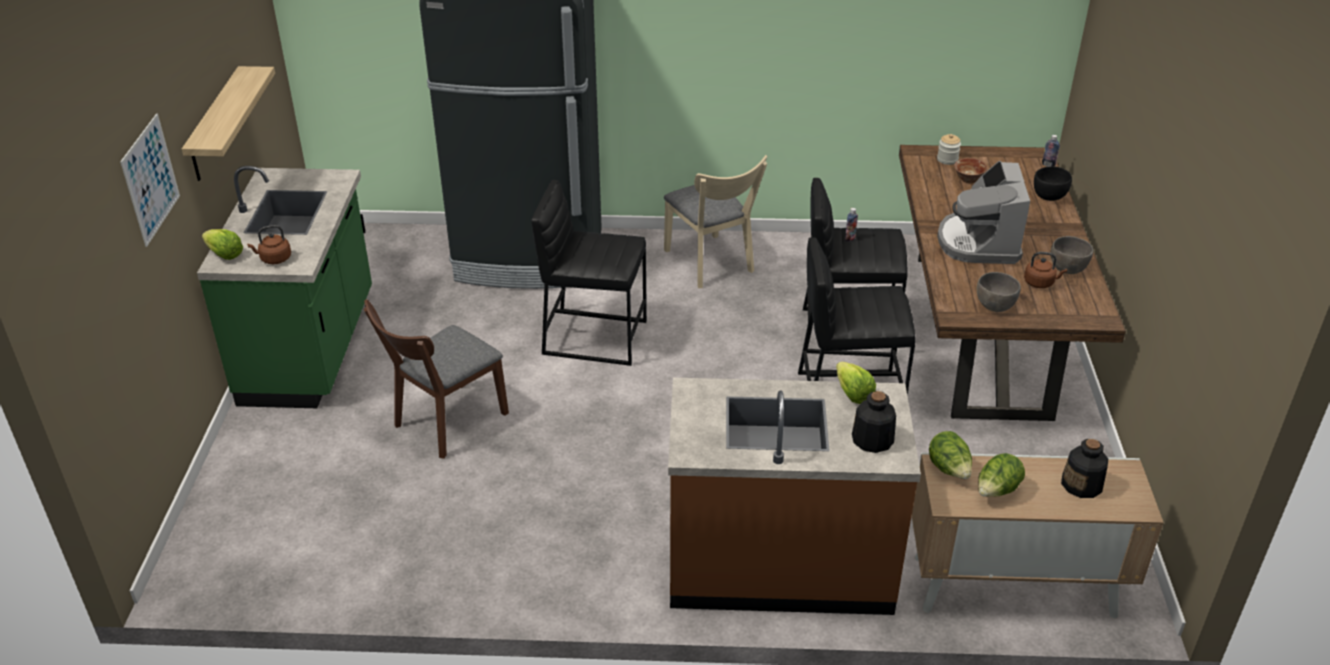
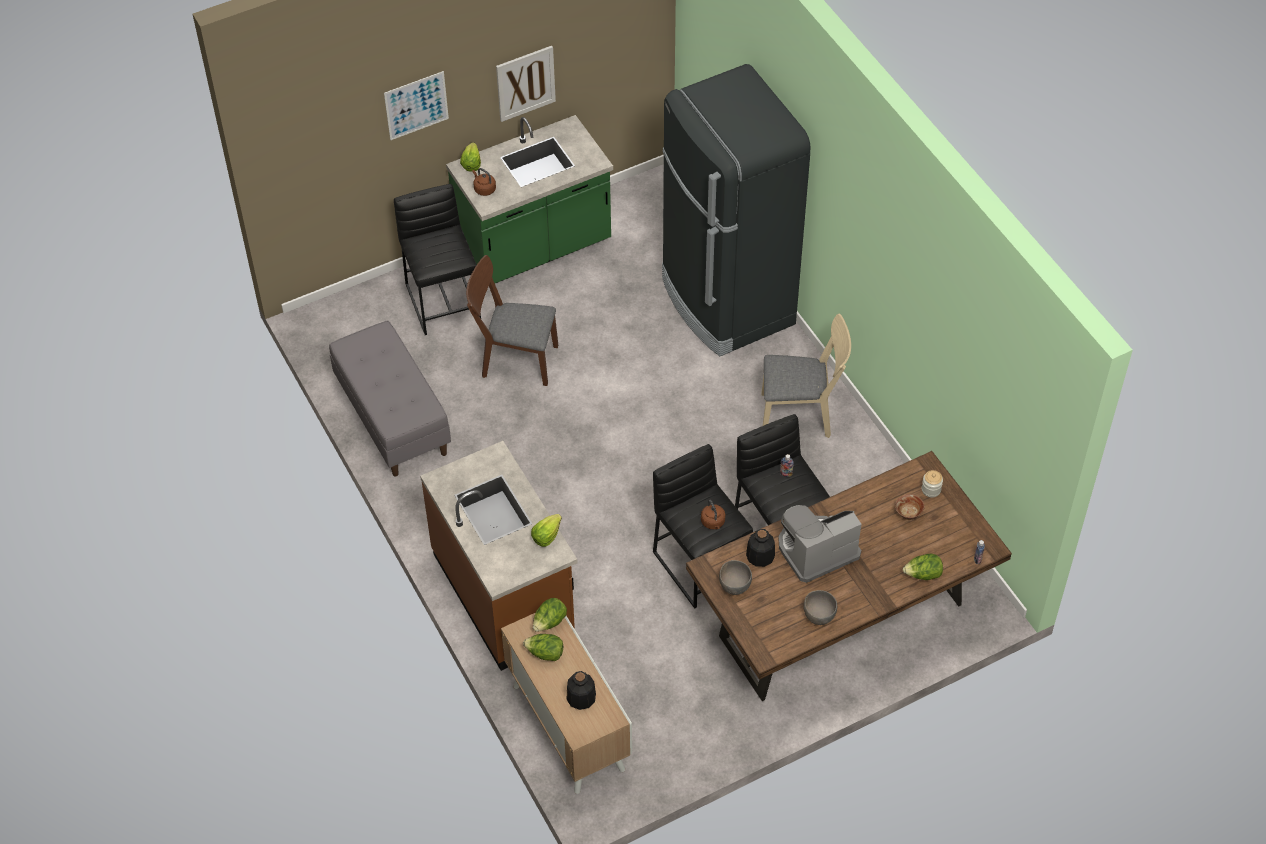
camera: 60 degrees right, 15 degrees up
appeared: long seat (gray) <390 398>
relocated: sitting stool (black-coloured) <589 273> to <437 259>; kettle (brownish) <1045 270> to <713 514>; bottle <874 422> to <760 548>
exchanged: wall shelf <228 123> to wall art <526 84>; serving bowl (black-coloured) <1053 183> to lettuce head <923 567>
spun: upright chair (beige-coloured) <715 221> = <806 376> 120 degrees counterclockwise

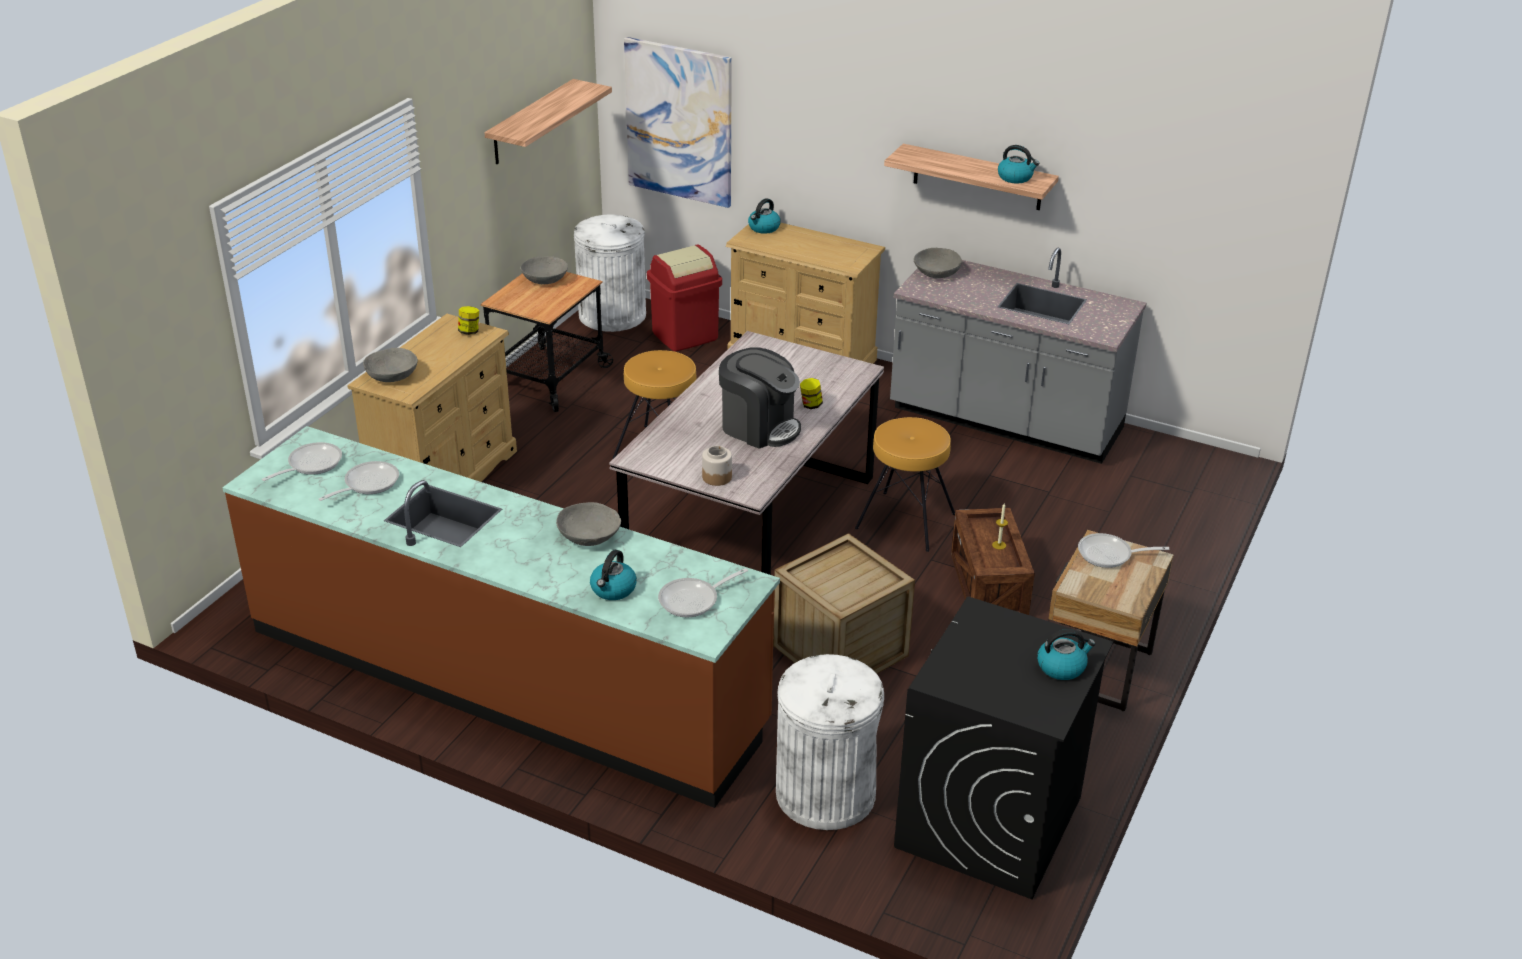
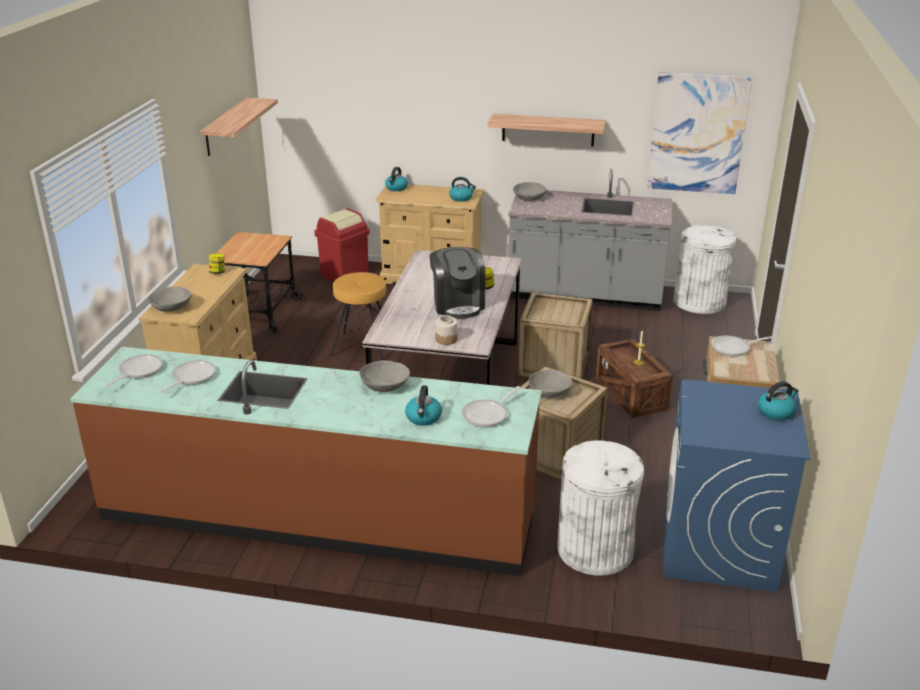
camera: 15 degrees left, 5 degrees down
relocated: wall art <678 122> to <699 133>; kettle <1018 164> to <462 189>; rubbish bin (whitish) <610 273> to <705 269>; serving bowl (gray) <544 270> to <550 384>
exchanged: sitting stool (brownish) <905 484> to crate <555 335>
colour: laundry machine (black-coloured) <1003 748> to laundry machine (bluish) <737 485>
spun: coffee machine <760 398> = <457 283> 60 degrees clockwise

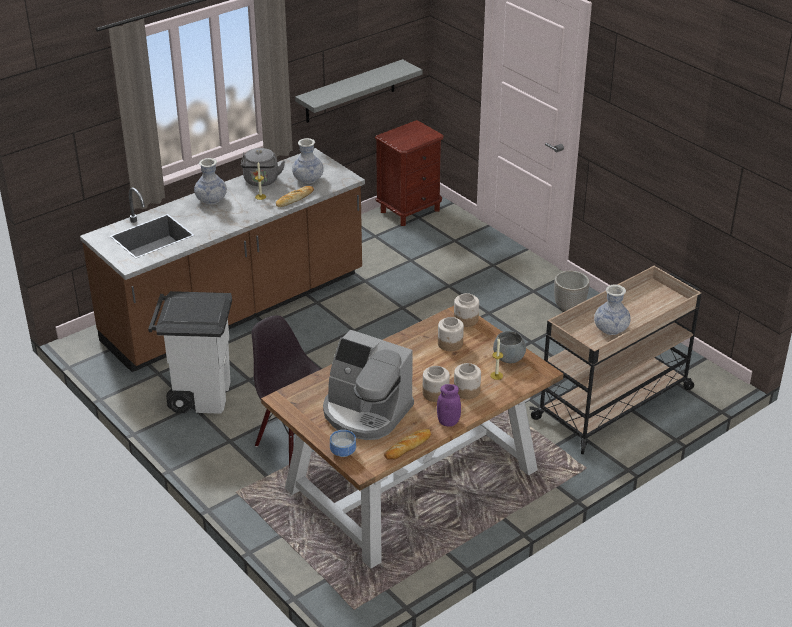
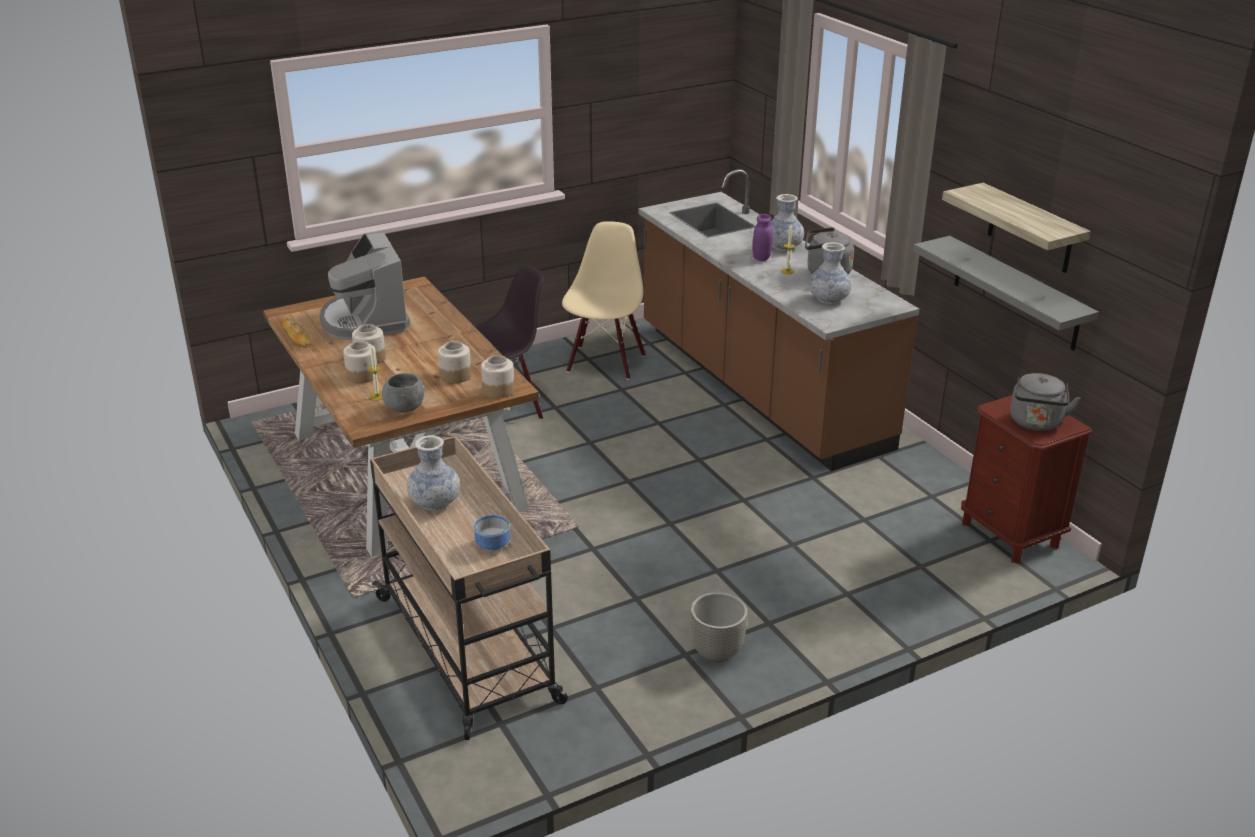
camera: 100 degrees right, 5 degrees down
missing: bread <295 196>
appeared: wall shelf <1016 228>; kettle (gray) <1045 402>
relocated: storage jar (purplish) <449 405> to <762 237>; serving bowl <343 443> to <492 533>
exchanged: rubbish bin (whitish) <190 352> to upright chair (beige-coloured) <604 300>
spun: coffee machine <368 385> = <365 286> 60 degrees counterclockwise

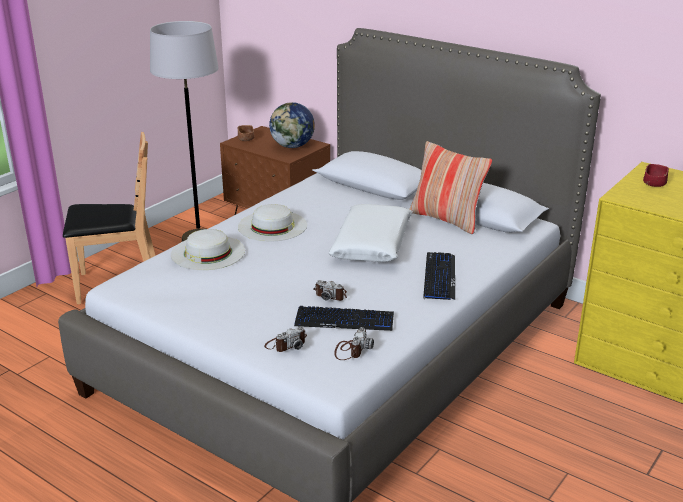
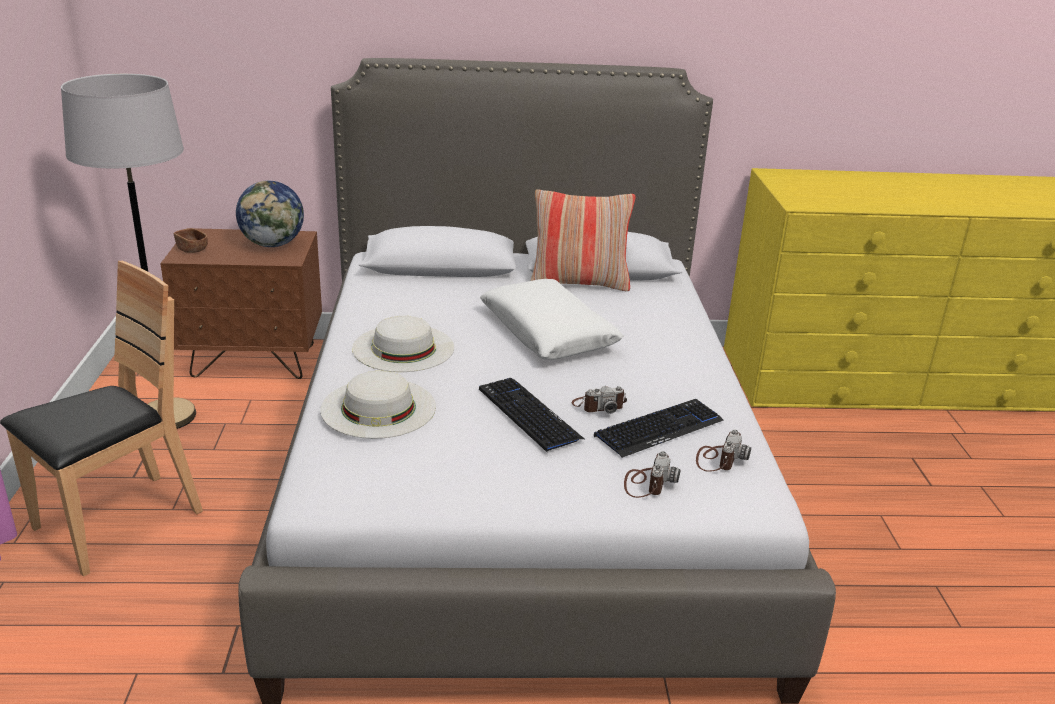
camera: 40 degrees left, 0 degrees up
missing: serving bowl (reddish) <656 175>
relocated: keyboard <439 276> to <531 415>
spun: photo camera <354 343> = <723 450> 45 degrees clockwise

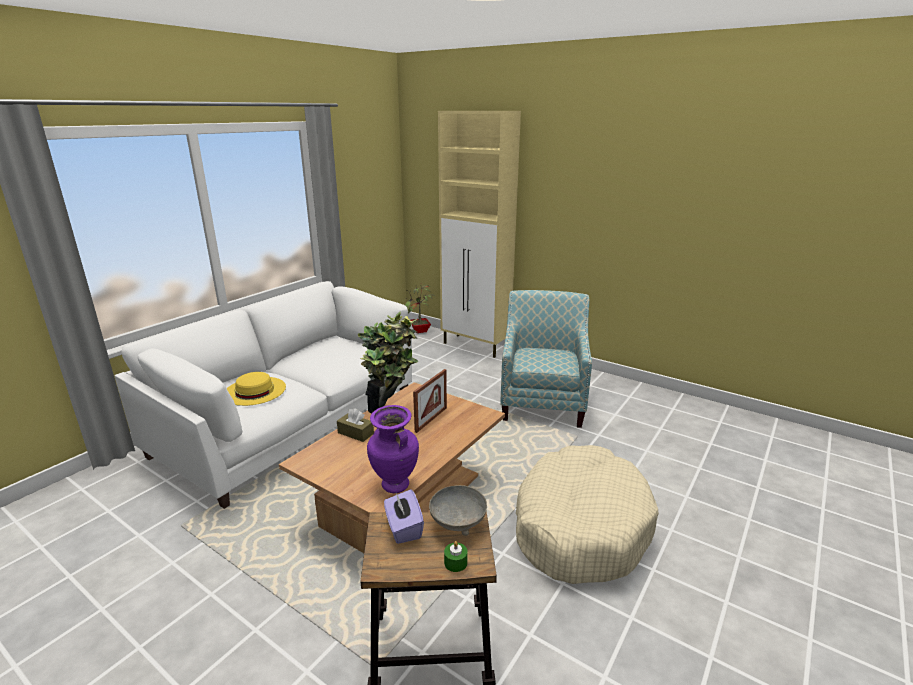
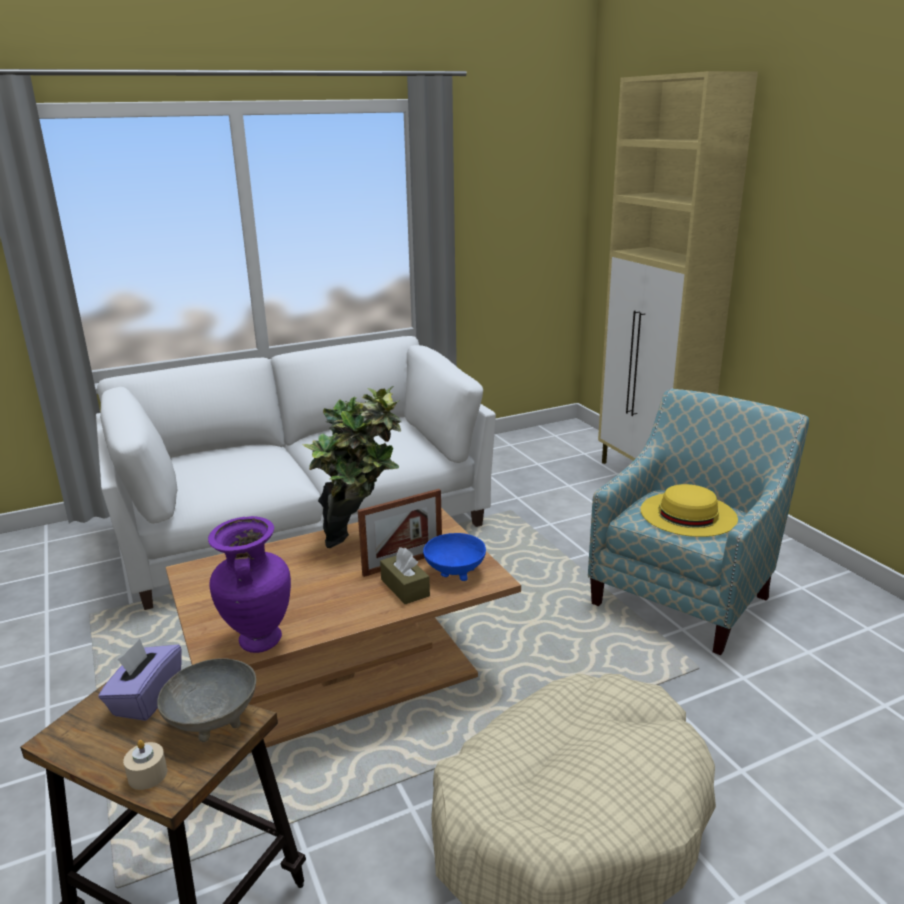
camera: 30 degrees right, 0 degrees up
missing: plant in a pot <420 309>
appeared: serving bowl (bluish) <454 557>
relocated: hat (yellow-coloured) <256 389> to <689 510>; box of tissues (brownish) <355 425> to <405 576>
colour: candle (green) <456 556> to candle (beige-coloured) <145 765>

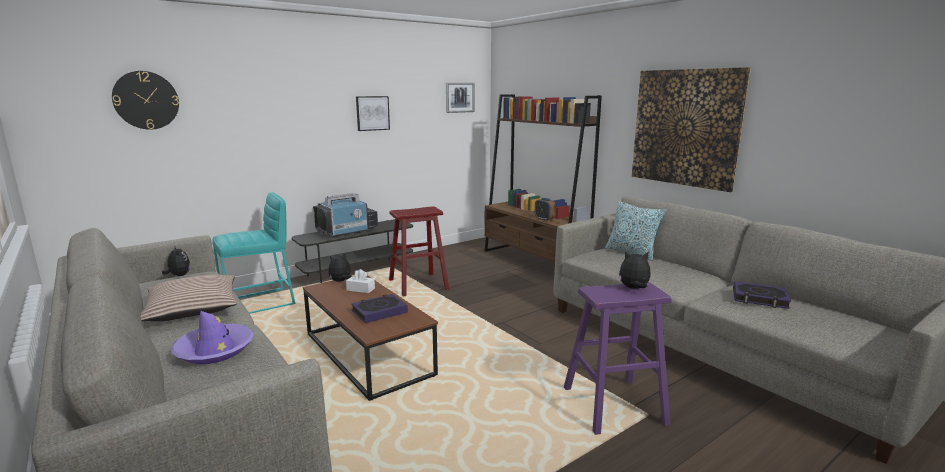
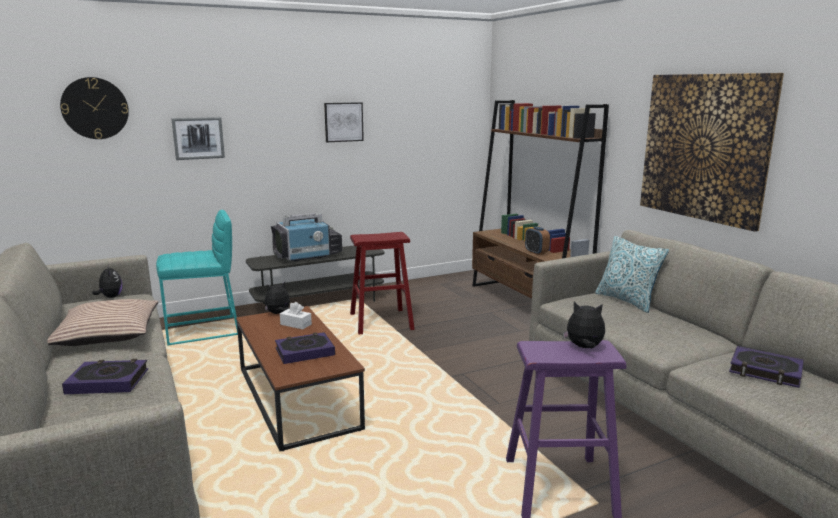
camera: 10 degrees right, 0 degrees up
relocated: wall art <460 97> to <198 138>
exchanged: hat (purplish) <212 337> to bound book <105 376>

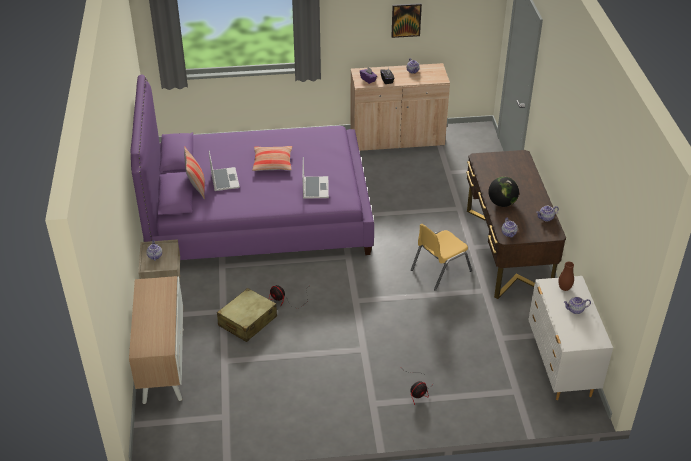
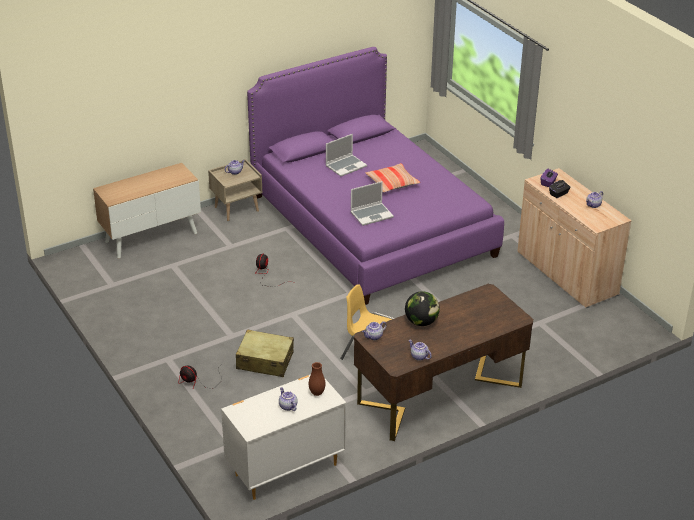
camera: 65 degrees right, 5 degrees down
missing: wall art <406 20>; throw pillow <194 172>
relocated: travel case (beige-coloured) <247 315> to <265 353>

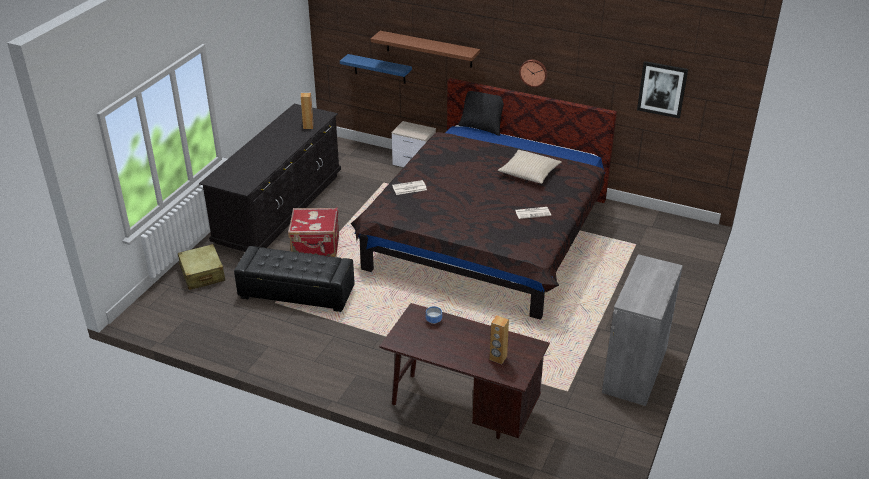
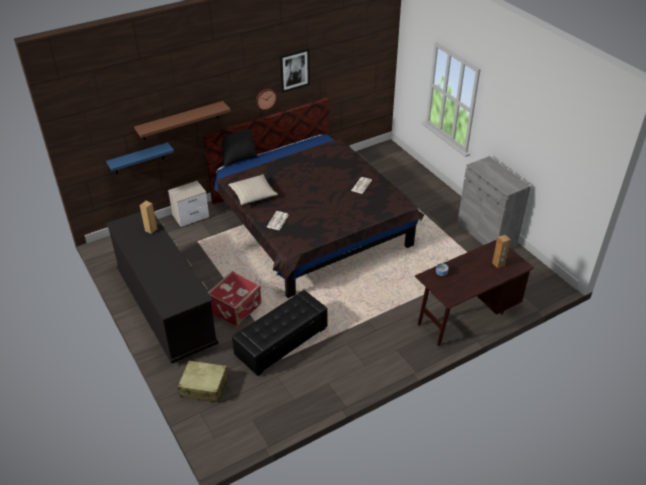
camera: 55 degrees left, 5 degrees up
relocated: wall art <662 90> to <294 70>; throw pillow (beige-coloured) <530 167> to <253 189>

